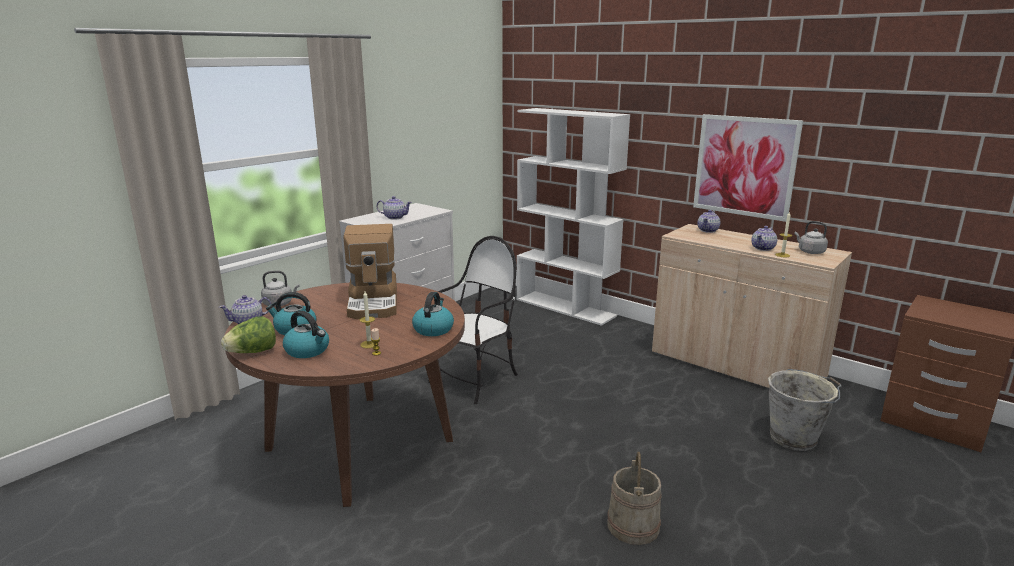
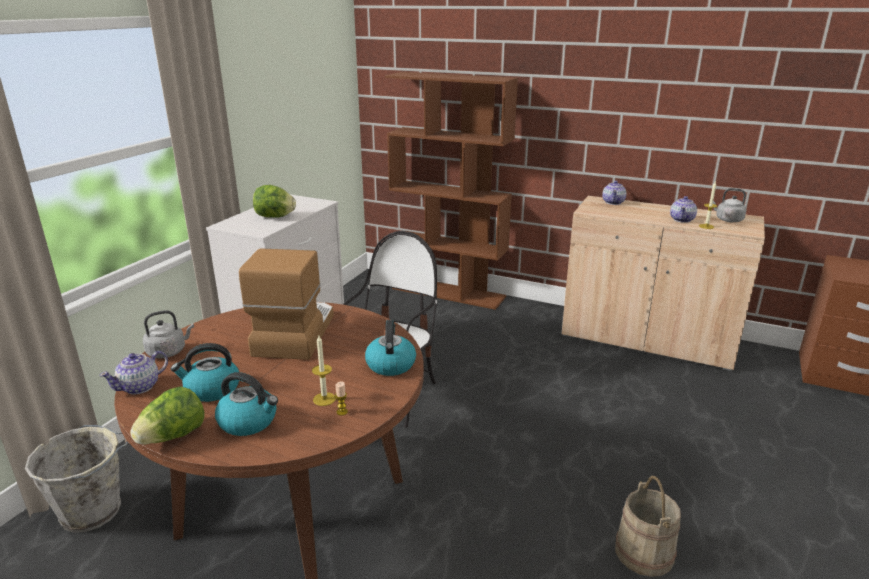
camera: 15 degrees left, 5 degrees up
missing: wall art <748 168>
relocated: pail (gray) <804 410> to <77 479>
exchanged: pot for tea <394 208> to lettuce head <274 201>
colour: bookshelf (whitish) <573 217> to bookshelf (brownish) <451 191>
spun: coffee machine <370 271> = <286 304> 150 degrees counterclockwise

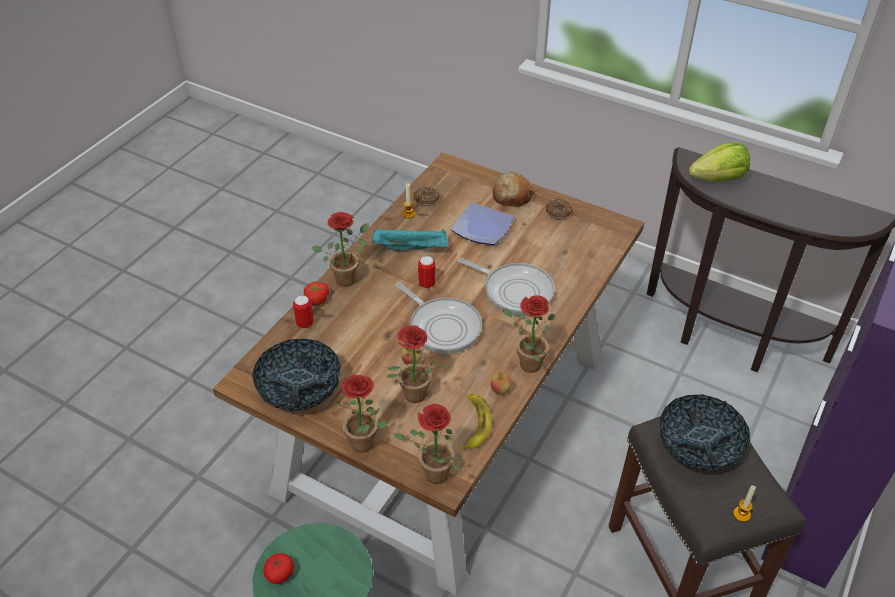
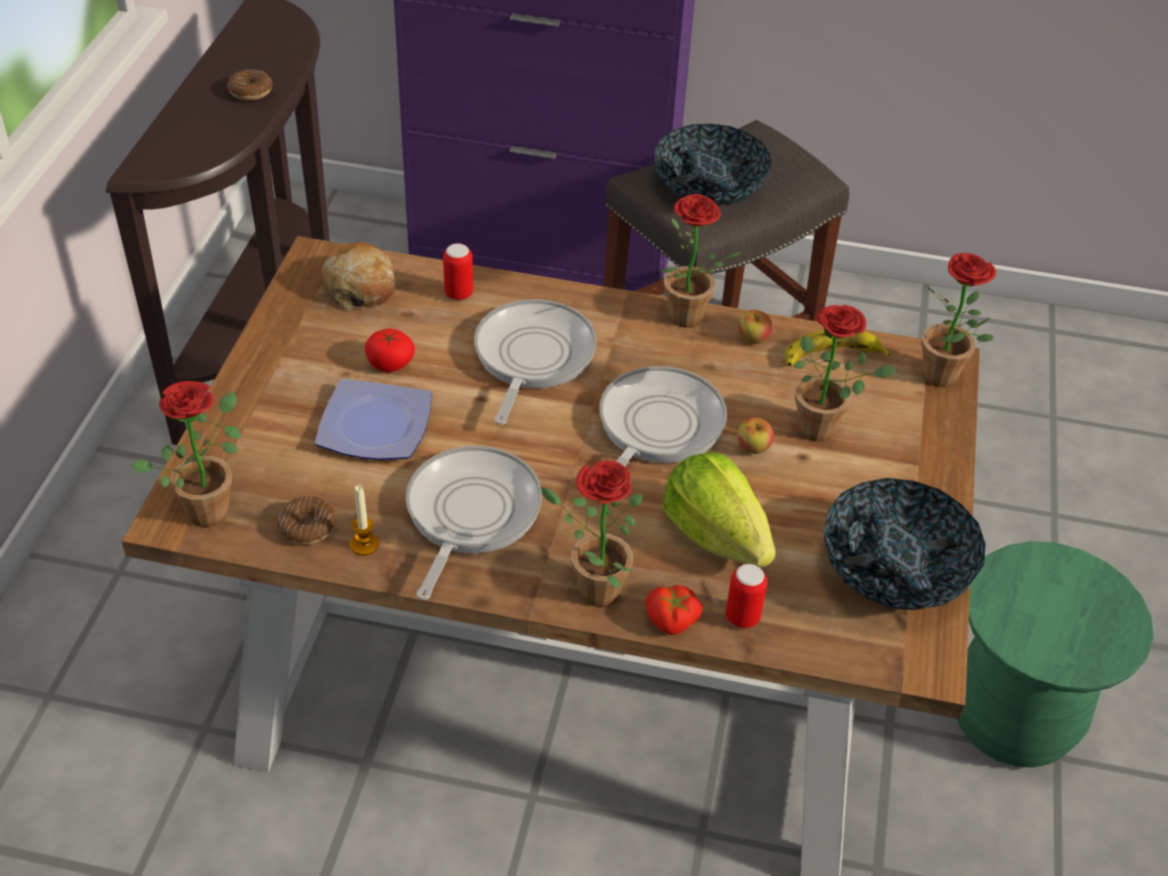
camera: 110 degrees left, 0 degrees up
missing: candle <744 503>
relocated: lettuce head <719 161> to <719 510>; bread <513 189> to <358 275>; ring doughnut <559 209> to <250 85>; metal can <427 272> to <458 271>; plant in a pot <360 414> to <186 454>; tomato <278 568> to <390 350>
exchanged: serving tray (turquoise-coloured) <410 240> to pan <474 523>

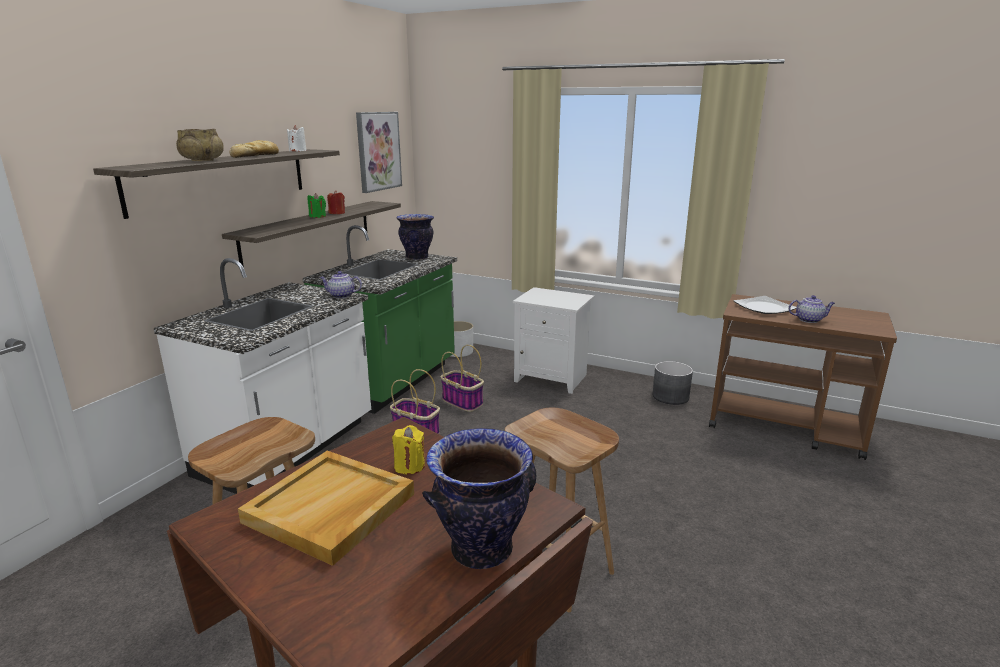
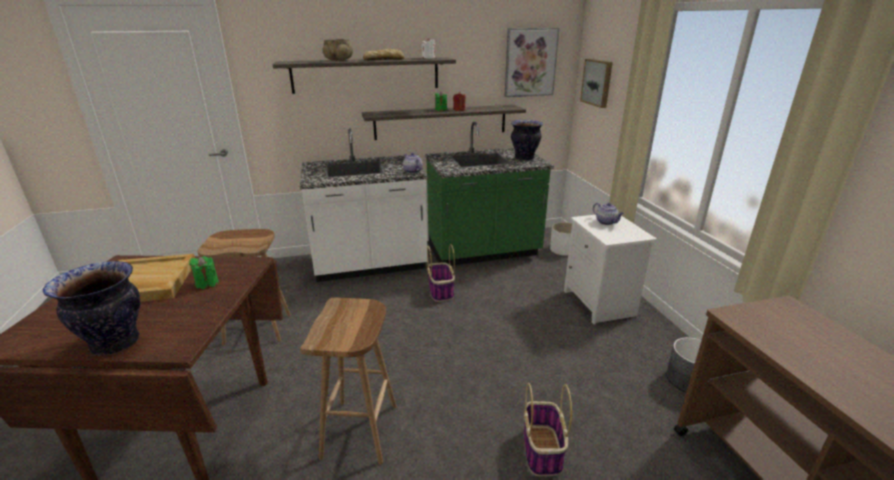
camera: 50 degrees right, 5 degrees up
missing: plate <765 305>
appeared: wall art <596 83>
relocated: pot for tea <811 309> to <608 214>; basket <462 378> to <548 429>
colour: candle (yellow-coloured) <408 450> to candle (green) <204 272>

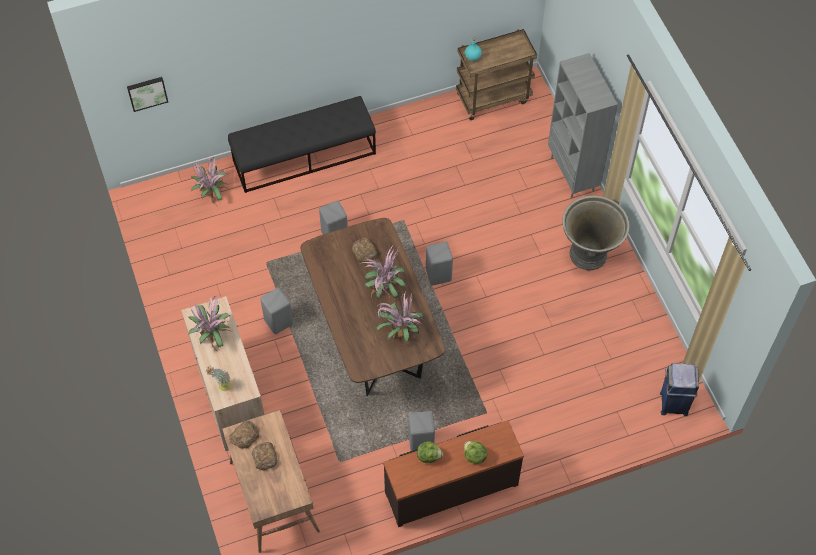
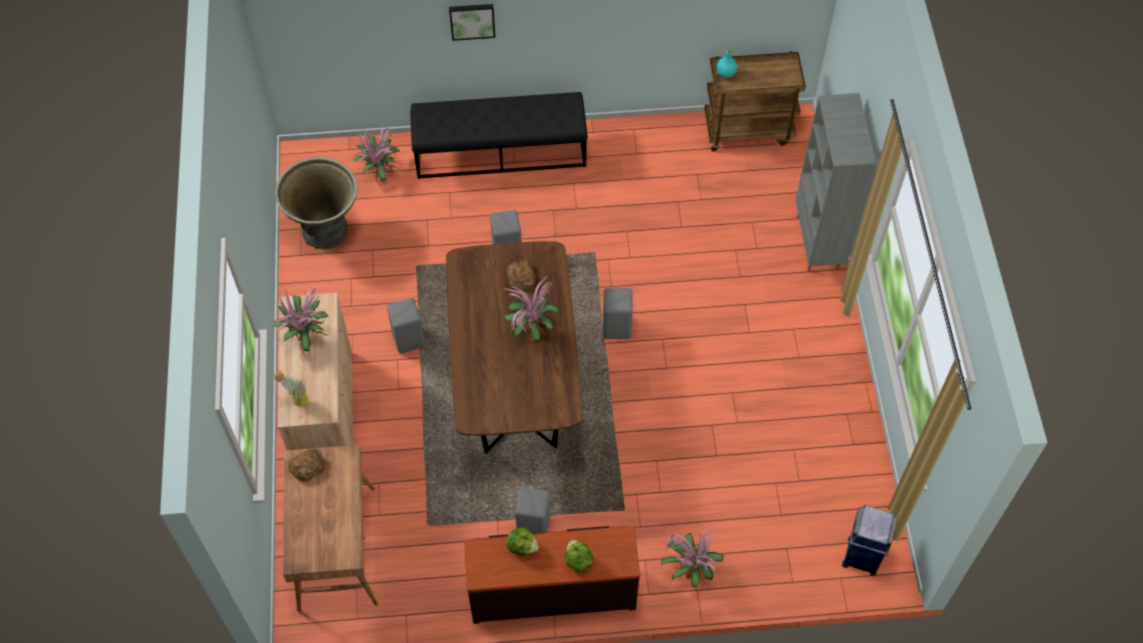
camera: 15 degrees right, 0 degrees up
missing: bread <265 456>
relocated: wall art <147 94> to <472 22>; flower pot (gray) <596 232> to <316 203>; plant in a pot <400 316> to <692 557>

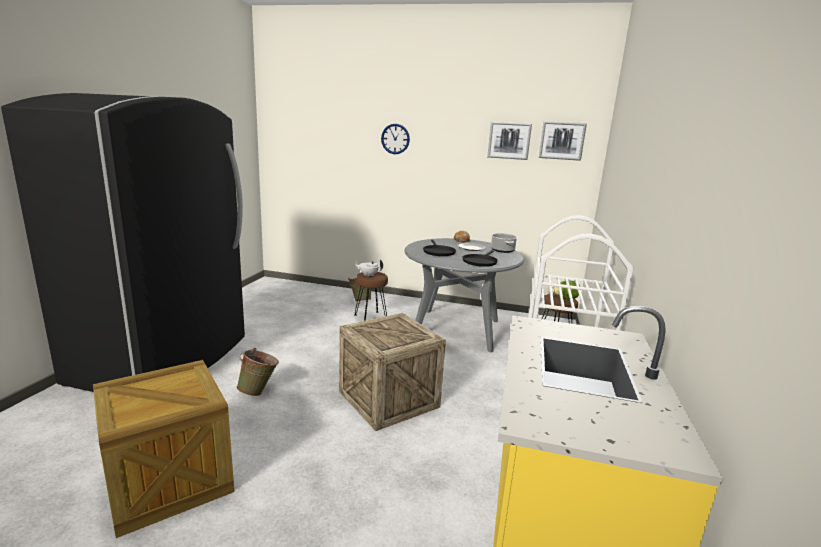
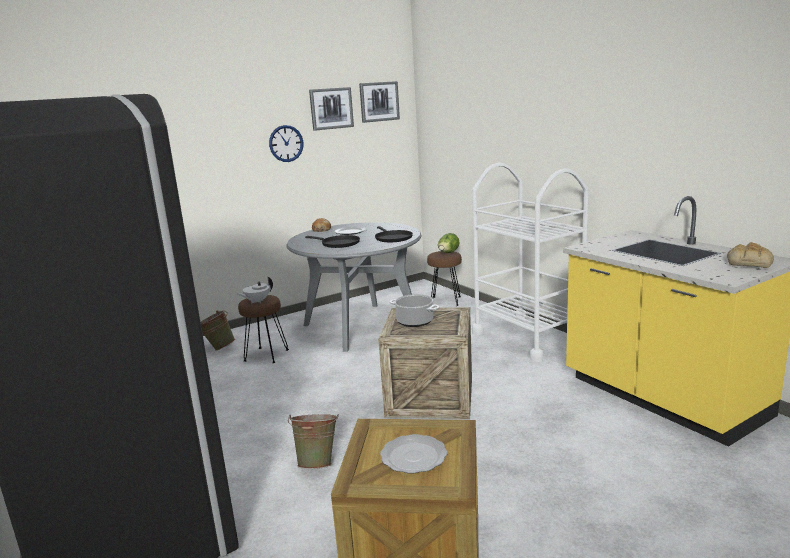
camera: 45 degrees left, 0 degrees up
appeared: bread <750 255>; plate <413 454>
relocated: wall clock <395 139> to <286 143>; stockpot <504 243> to <414 310>

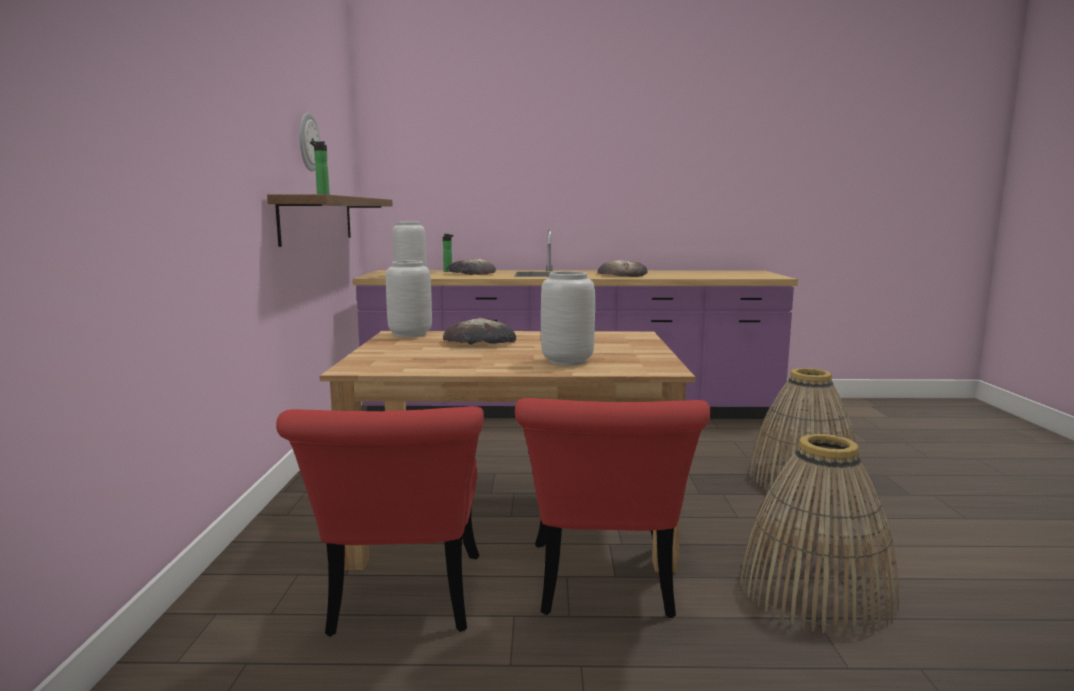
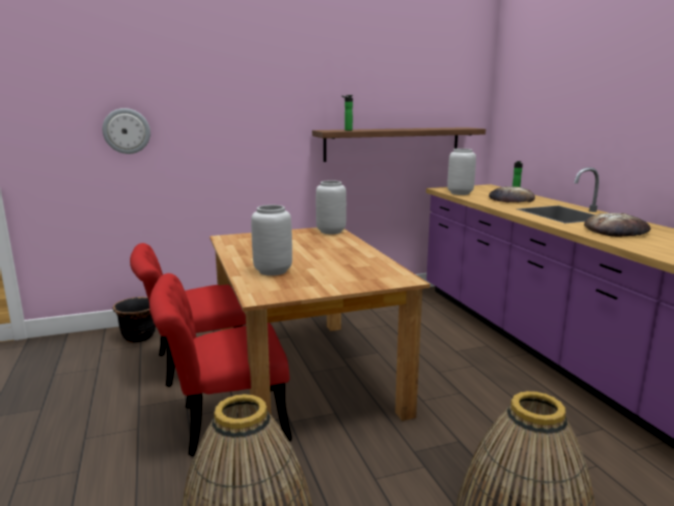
camera: 70 degrees right, 5 degrees up
missing: bread <479 331>
appeared: flower pot (black-coloured) <134 320>
relocated: wall clock <309 141> to <126 131>

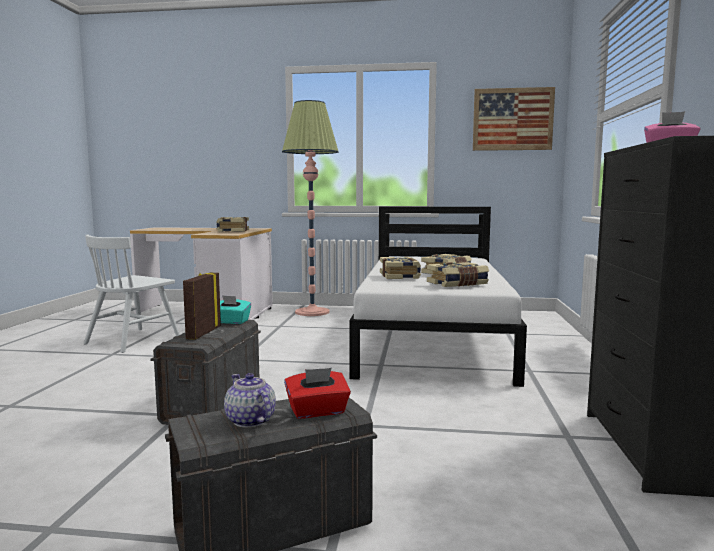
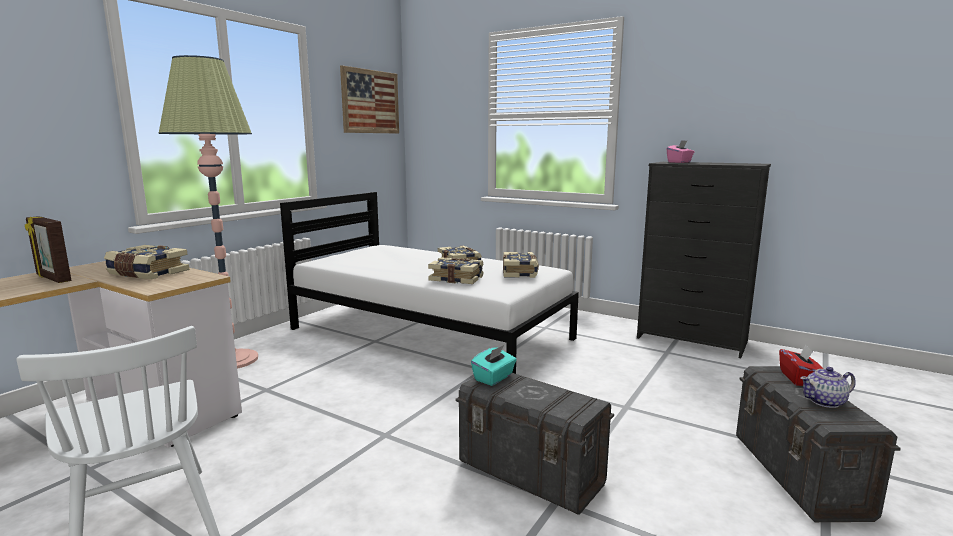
camera: 65 degrees left, 5 degrees up
relocated: standing frame <202 306> to <48 249>

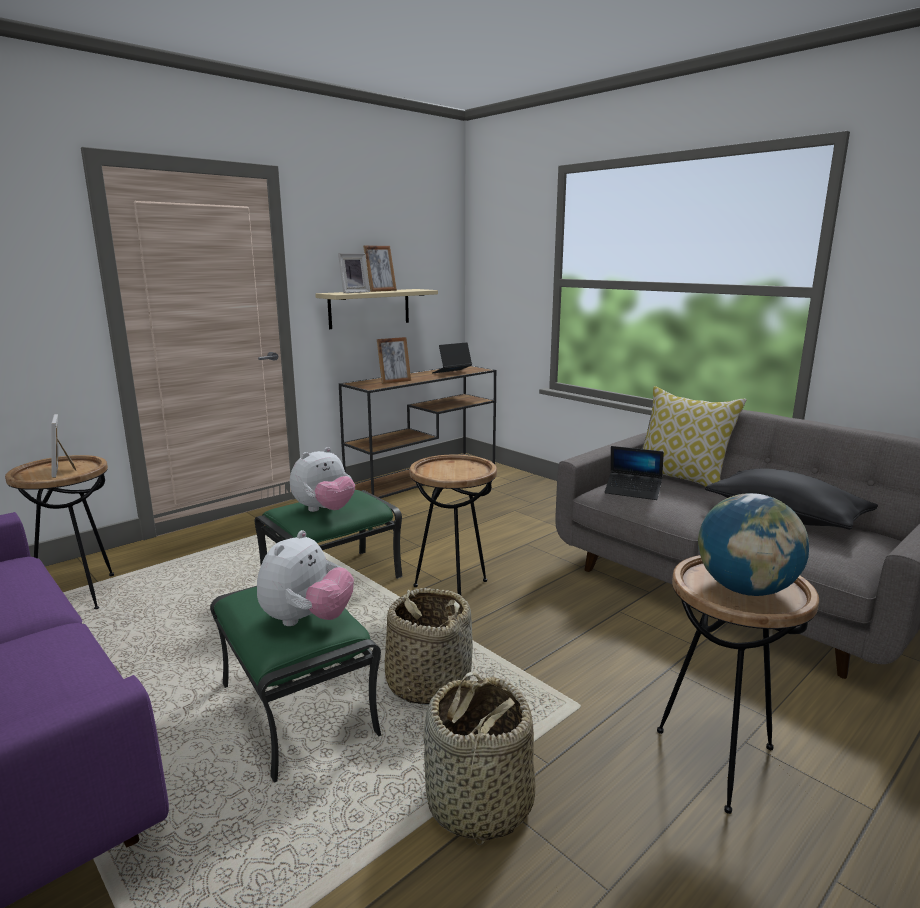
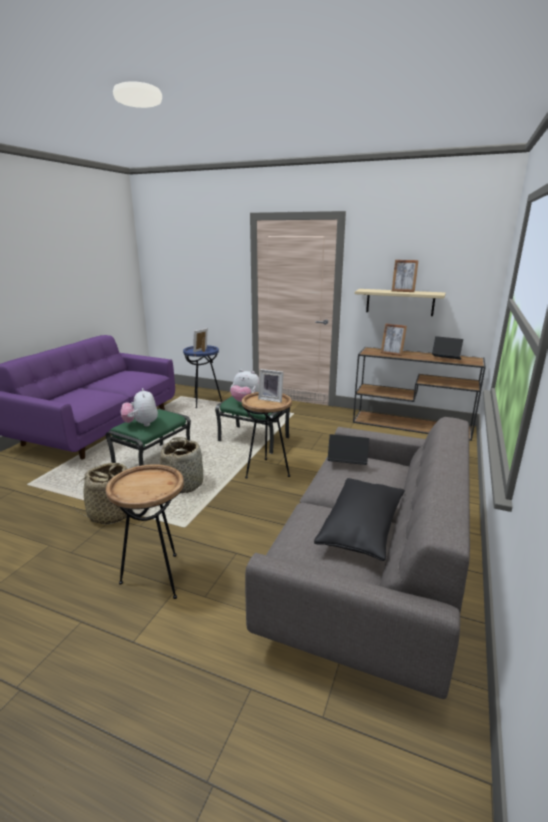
camera: 65 degrees right, 5 degrees up
missing: throw pillow <695 436>; world globe <753 544>
relocated: standing frame <354 273> to <271 386>
colour: accent table (brownish) <59 532> to accent table (bluish) <202 376>
spun: laptop <634 473> = <348 449> 105 degrees clockwise; plush toy <305 578> = <139 407> 75 degrees clockwise

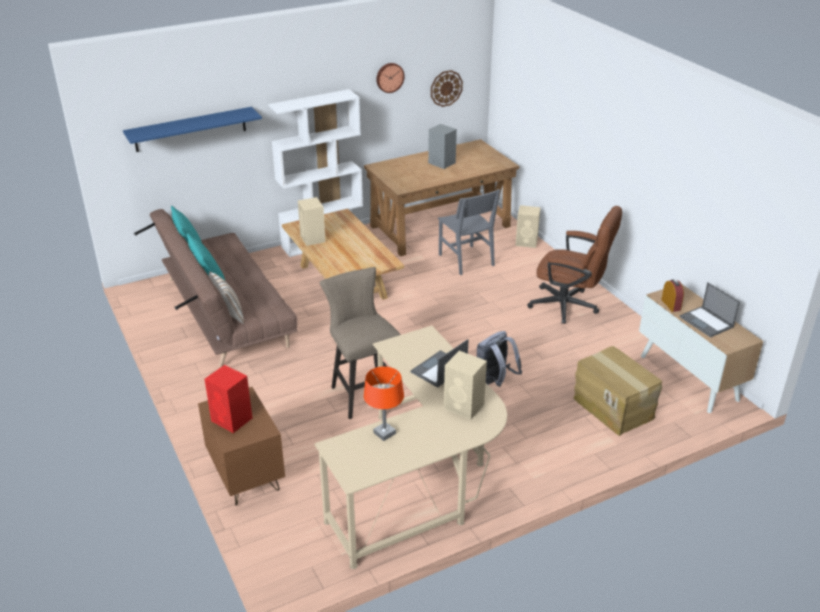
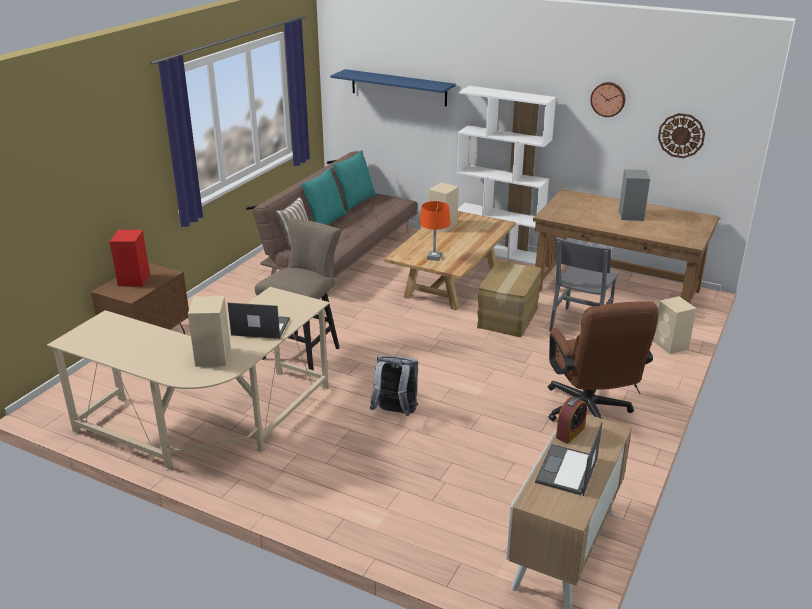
camera: 55 degrees right, 5 degrees down
relocated: cardboard box <617 391> to <509 299>; table lamp (orange-coloured) <384 403> to <435 231>

